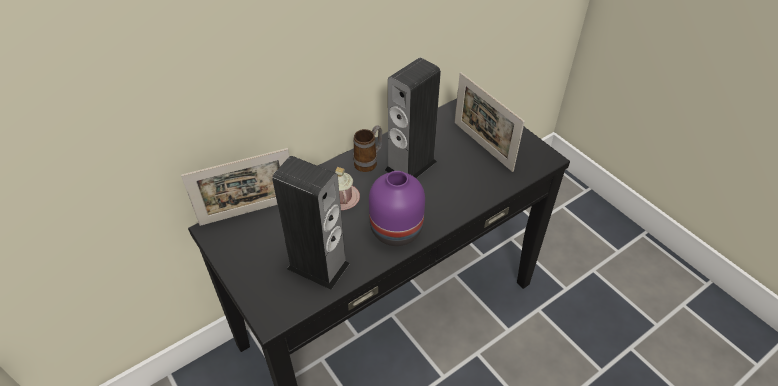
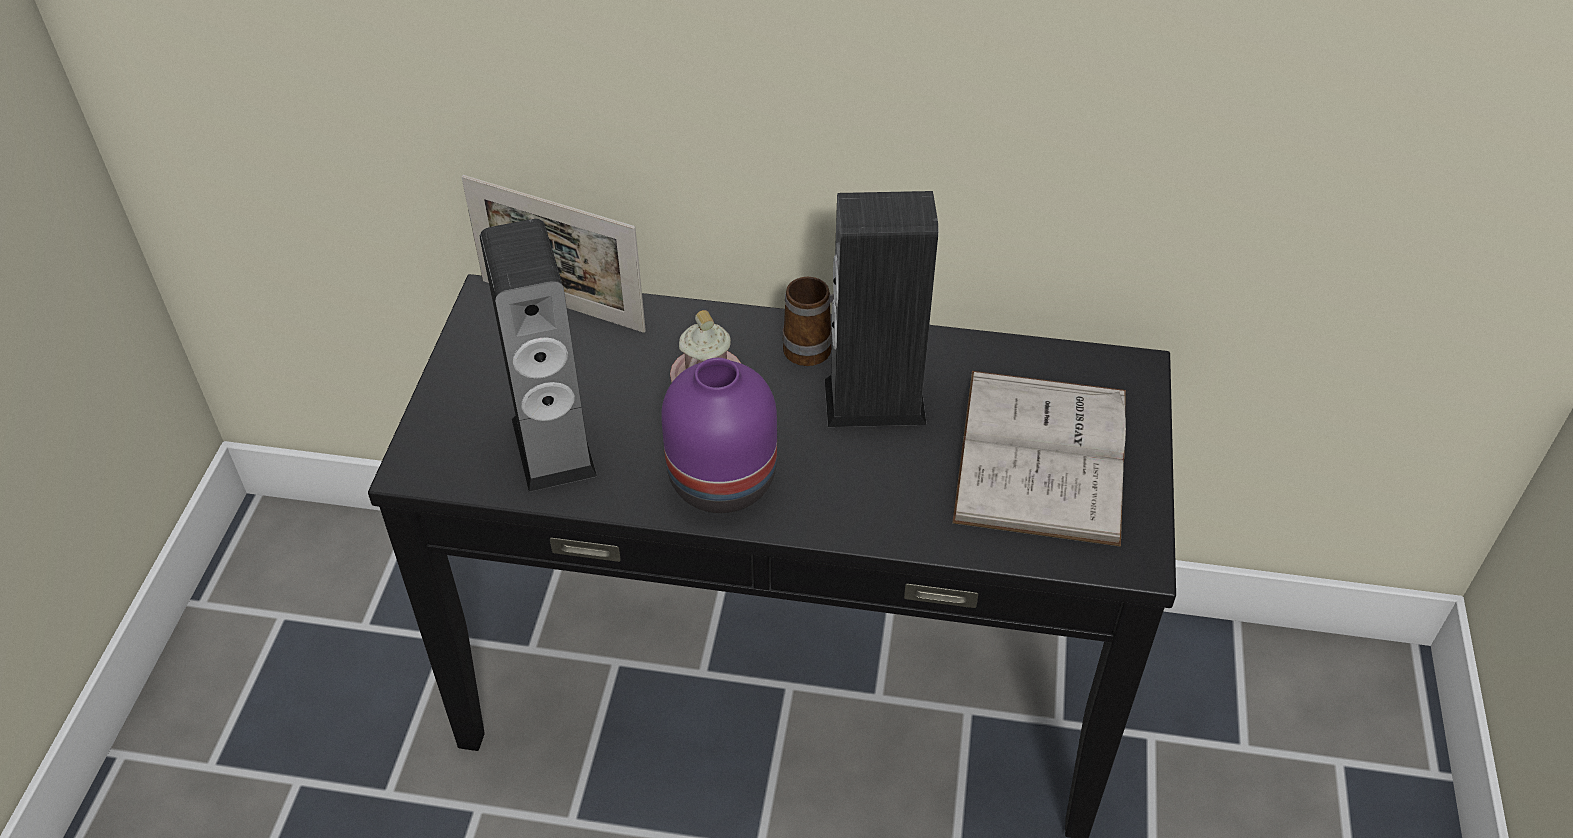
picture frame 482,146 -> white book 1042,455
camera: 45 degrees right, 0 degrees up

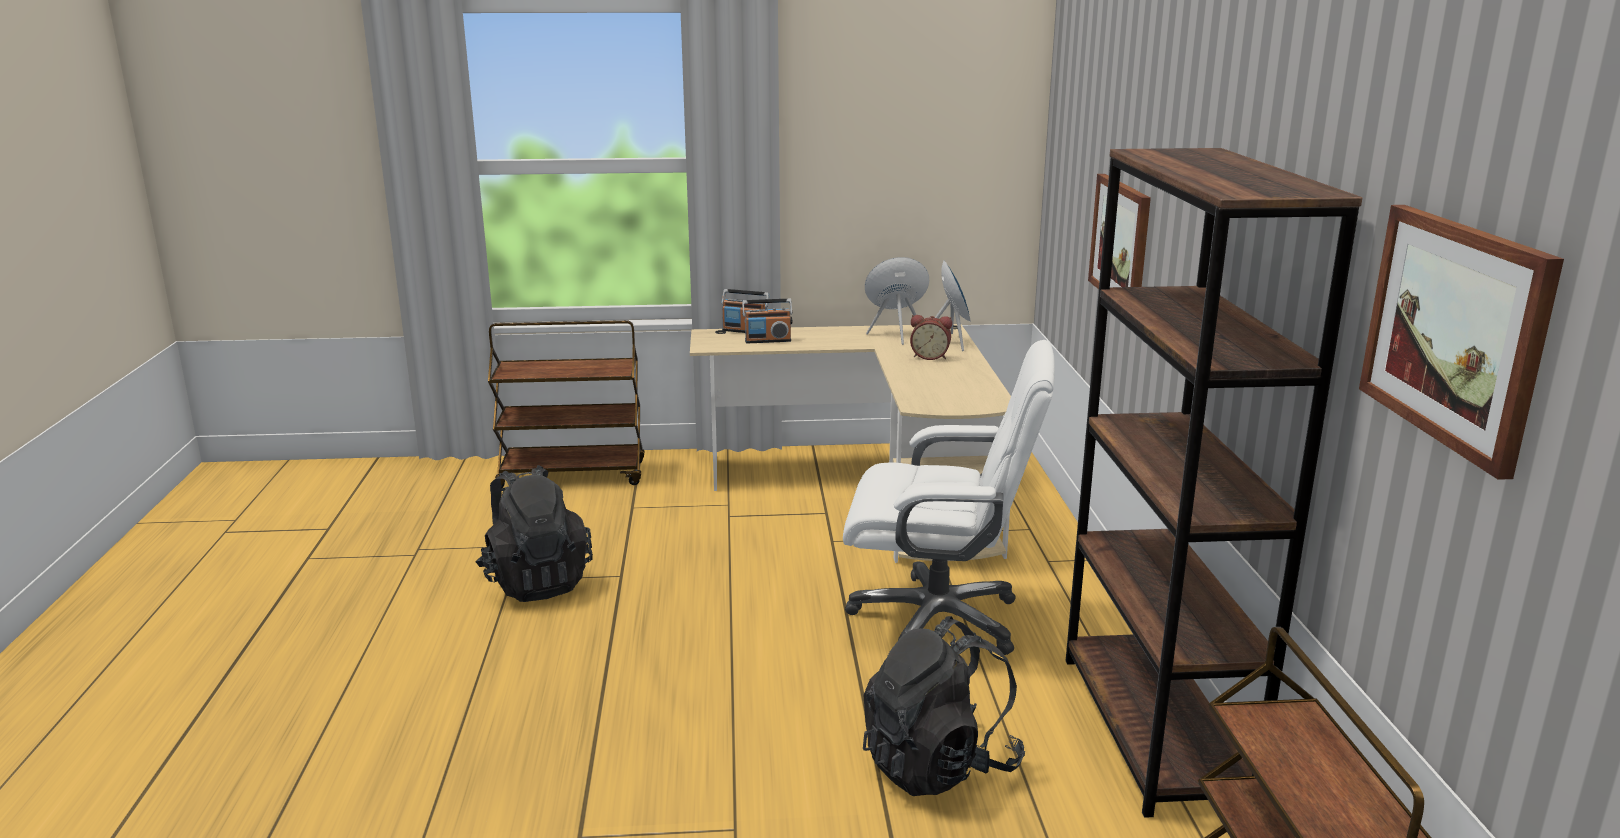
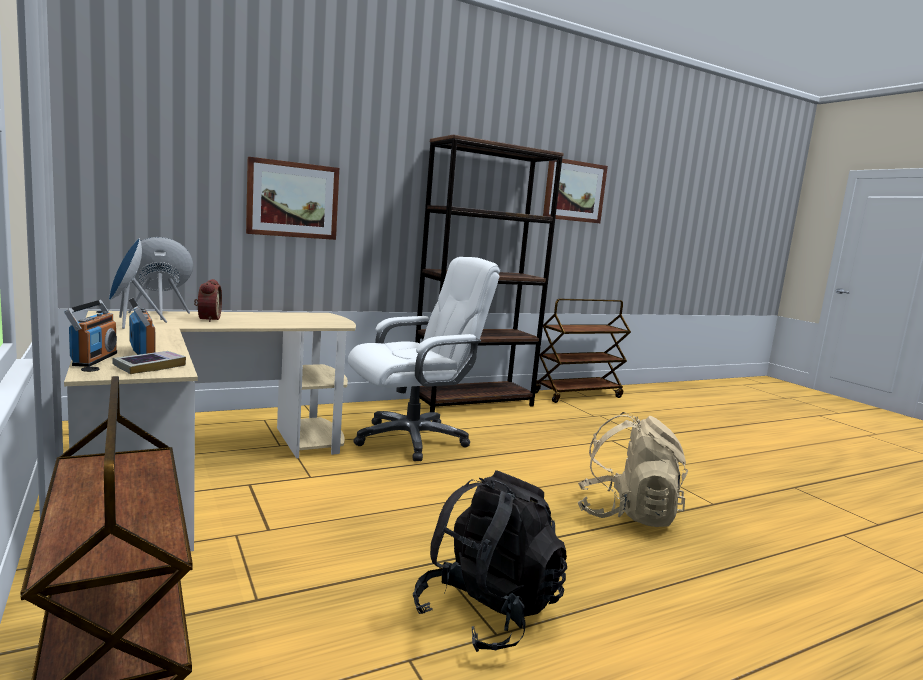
black backpack 939,765 -> none
none -> book 149,366
none -> beige backpack 626,514
white office chair 939,620 -> white office chair 412,439, 75 degrees clockwise
camera: 115 degrees left, 10 degrees down

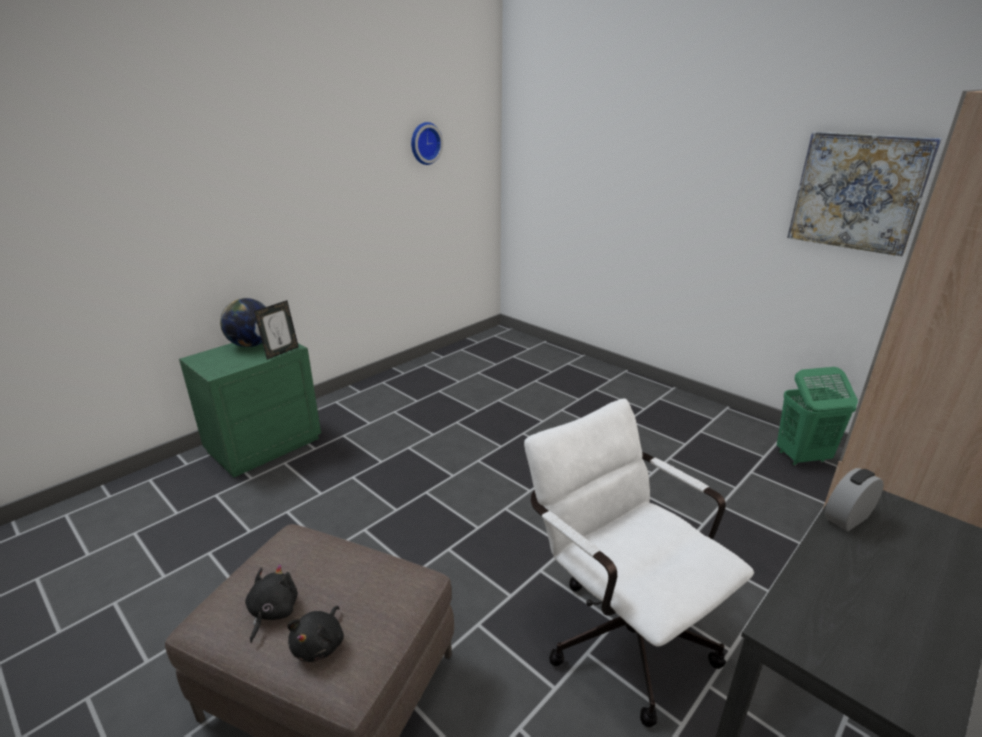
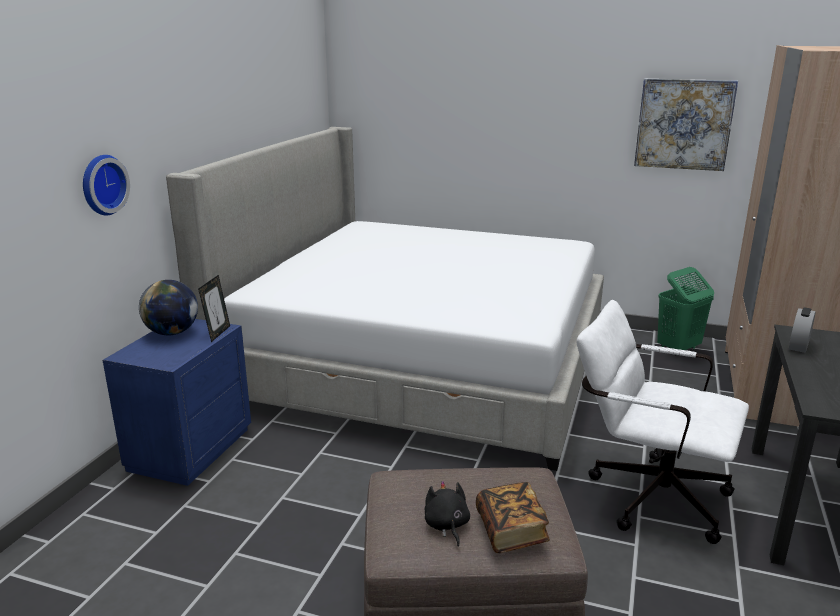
none -> bed 420,361
wall clock 424,143 -> wall clock 101,184, relocated
black plush toy 320,644 -> book 511,531
green nightstand 263,444 -> blue nightstand 189,449
camera: 25 degrees left, 5 degrees down

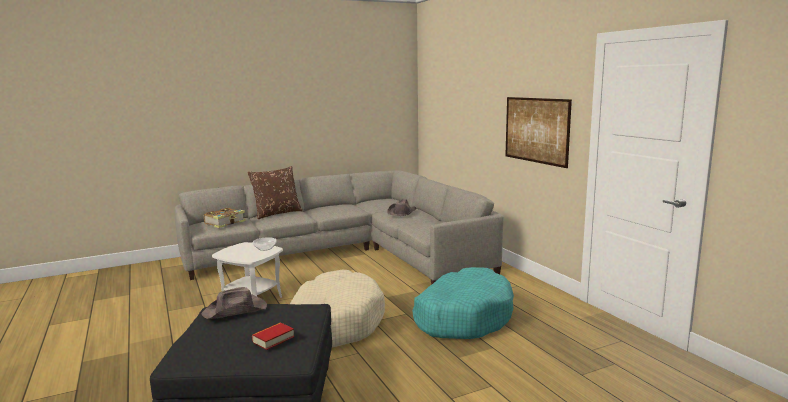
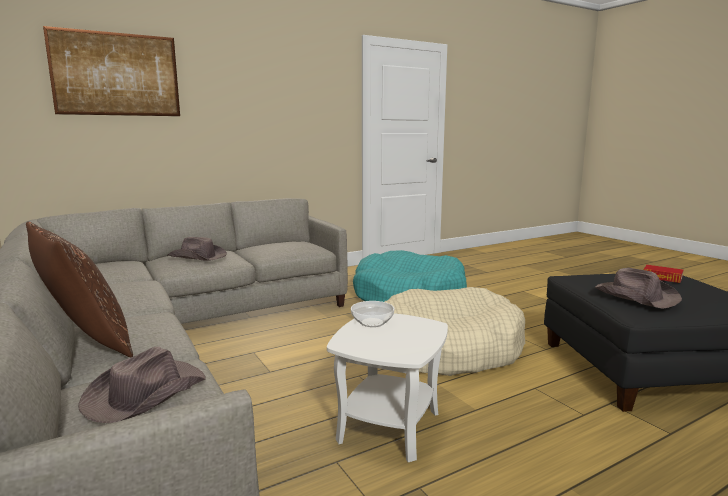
picture 536,130 -> picture 116,74, relocated
book 225,223 -> brown hat 144,394
camera: 95 degrees left, 0 degrees up

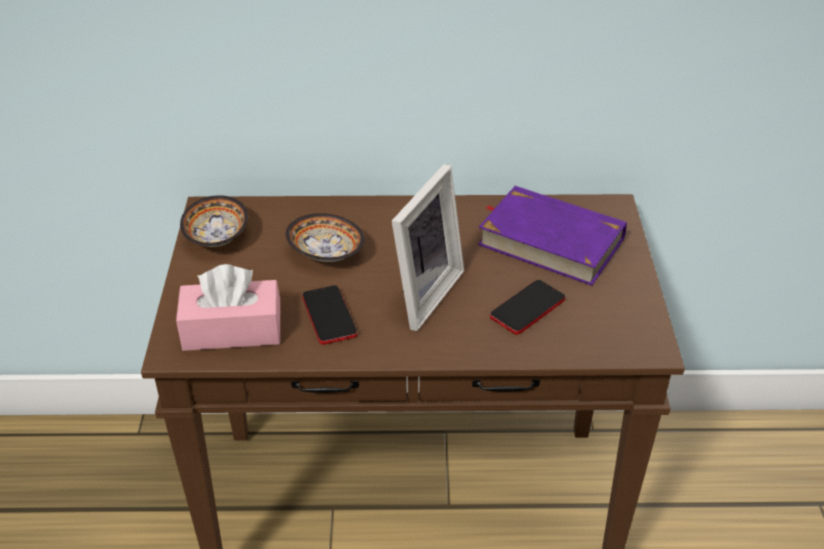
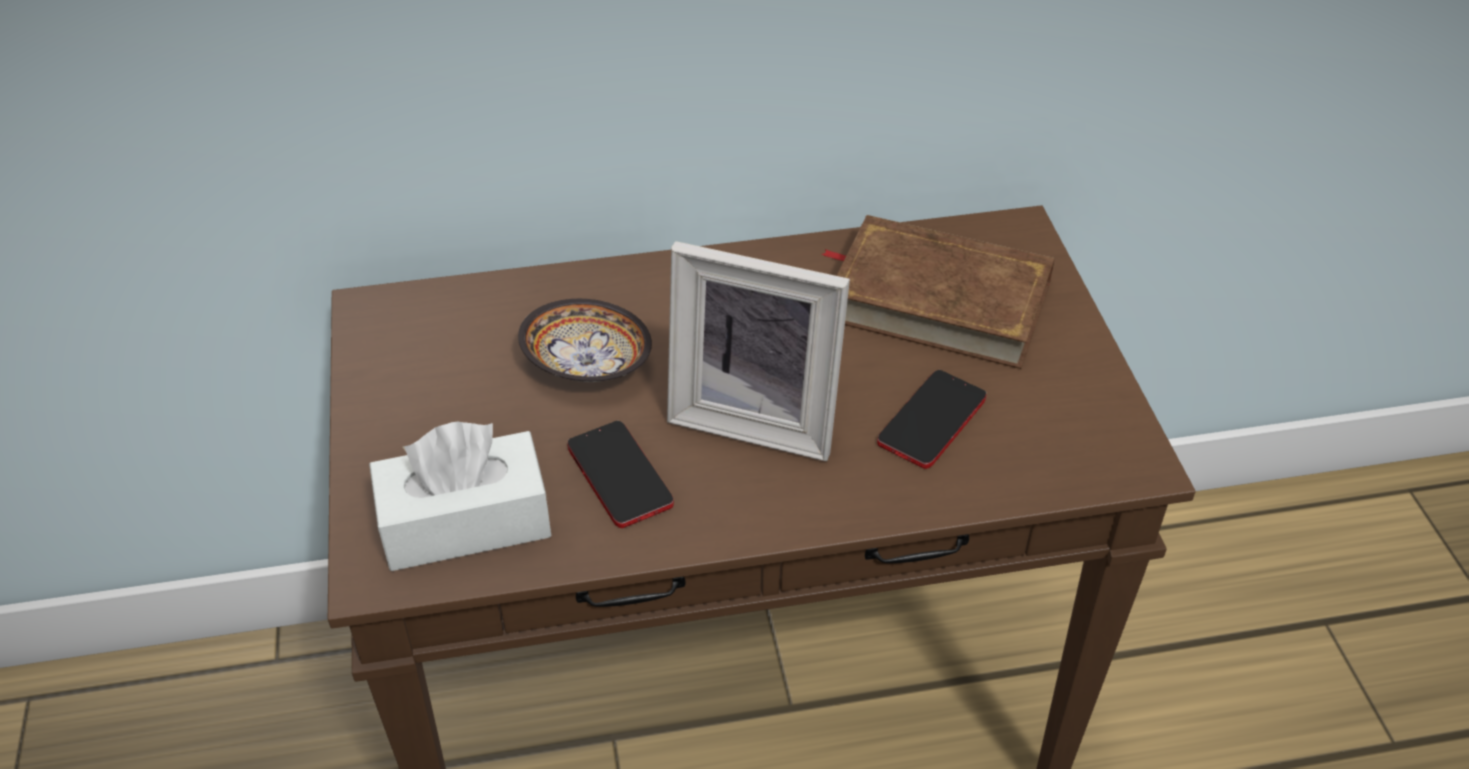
bowl 218,236 -> none
pink tissue box 232,330 -> white tissue box 465,522
purple book 550,241 -> brown book 938,300
picture frame 420,293 -> picture frame 757,417, 90 degrees clockwise
camera: 10 degrees left, 5 degrees up

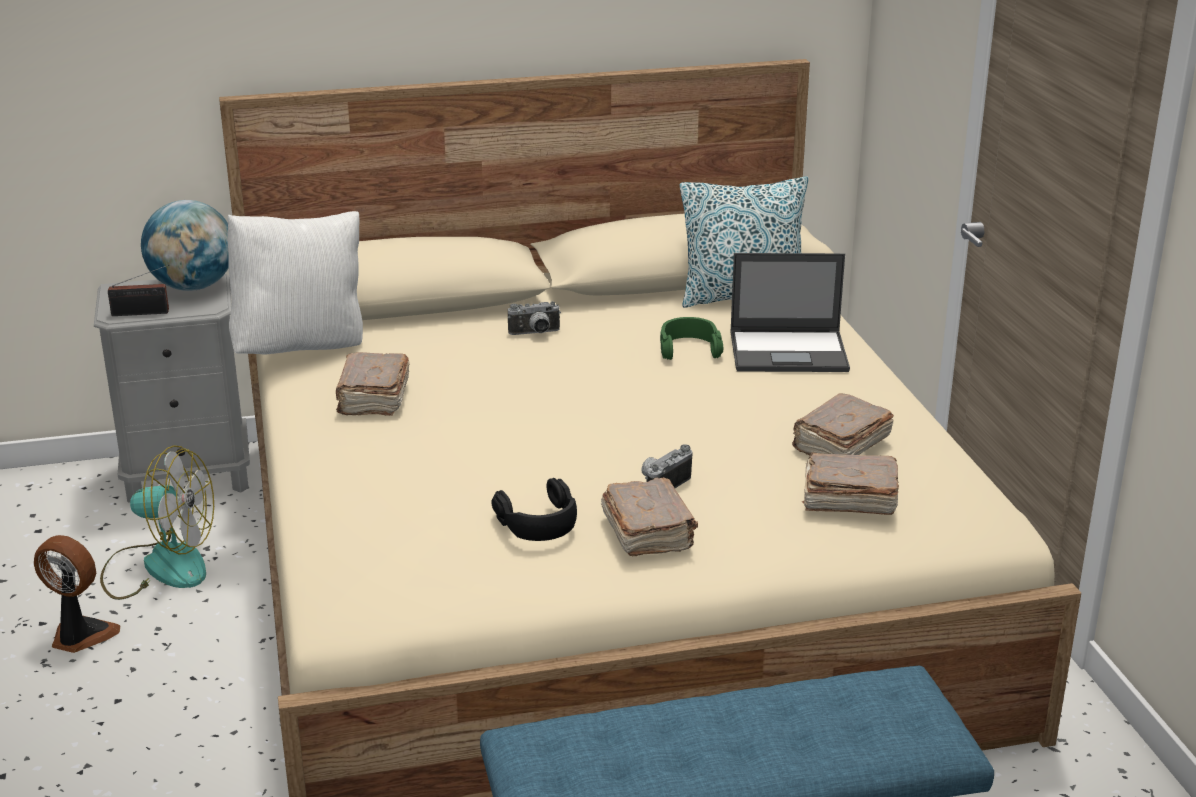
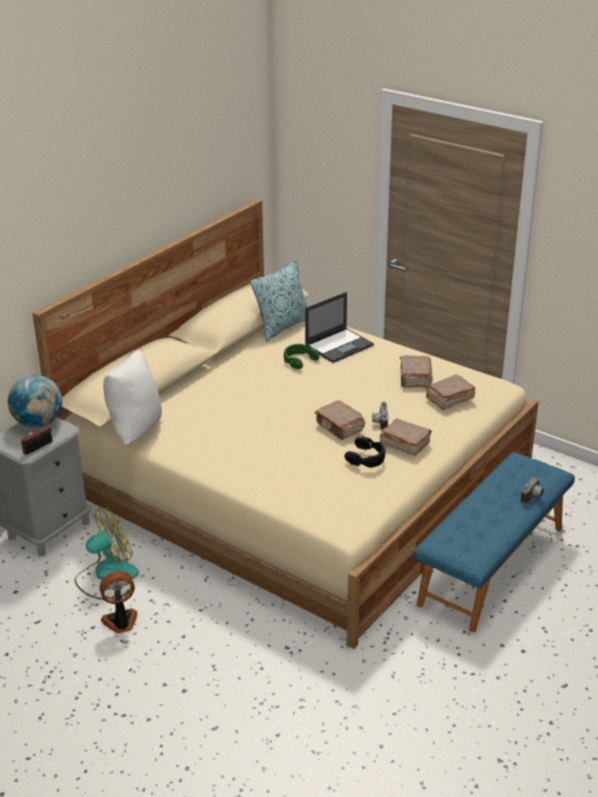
brown book 373,399 -> brown book 340,427, relocated
photo camera 535,334 -> photo camera 533,497, relocated
camera: 40 degrees left, 5 degrees up

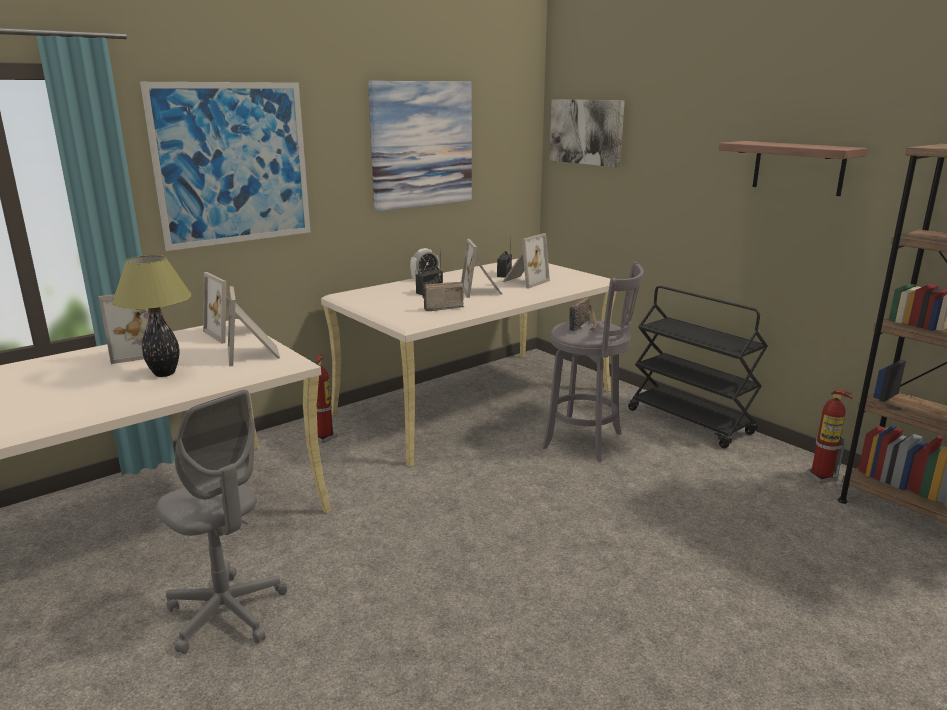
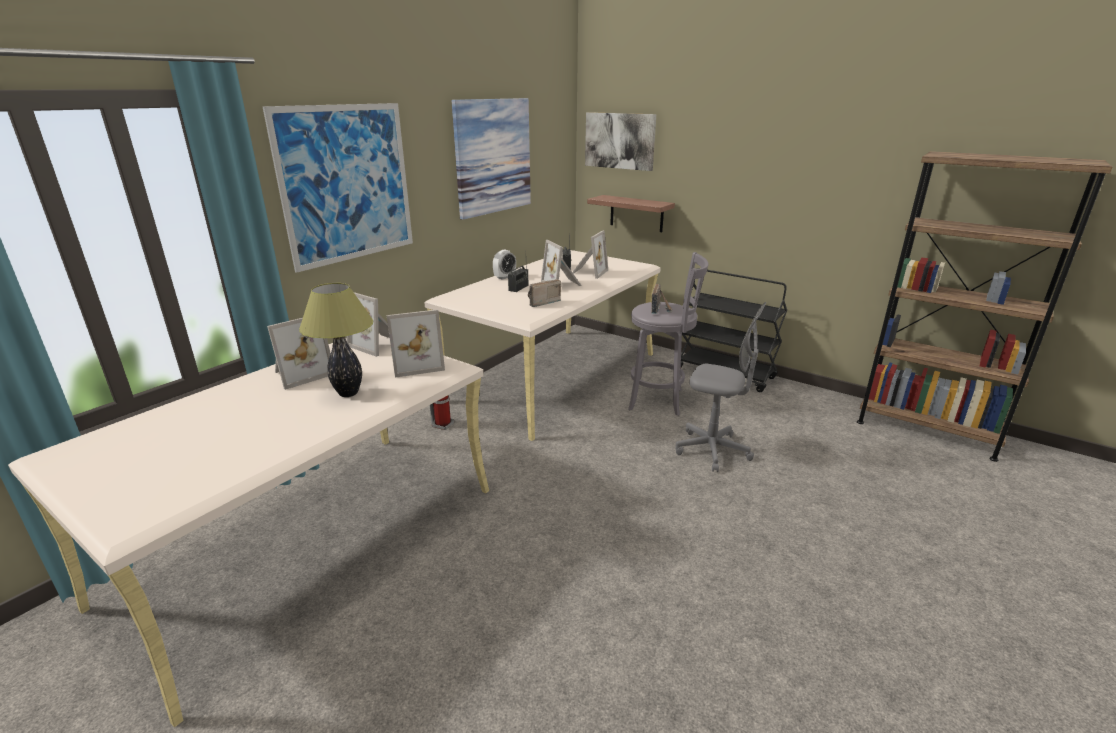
fire extinguisher 821,477 -> none
grey office chair 226,613 -> grey office chair 712,450, relocated
shelf 798,167 -> shelf 636,213, relocated
picture frame 254,354 -> picture frame 417,364, 75 degrees counterclockwise
camera: 15 degrees left, 5 degrees up

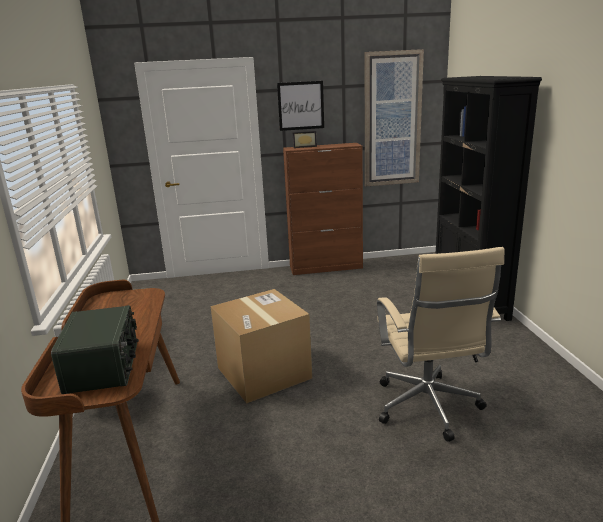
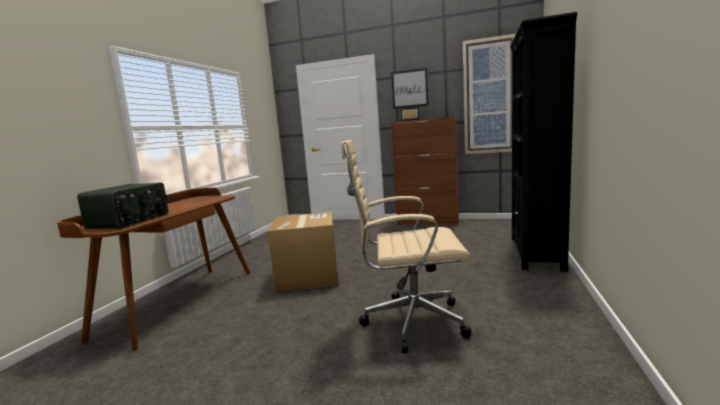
beige office chair 428,409 -> beige office chair 409,322, 75 degrees clockwise
camera: 25 degrees right, 10 degrees down

